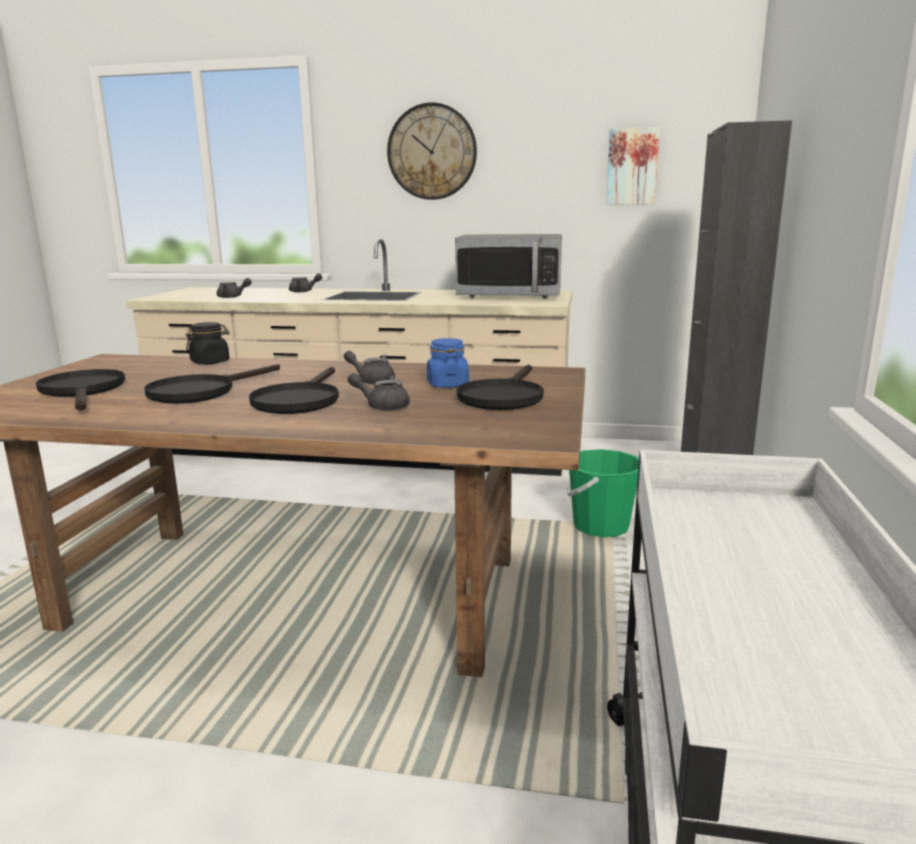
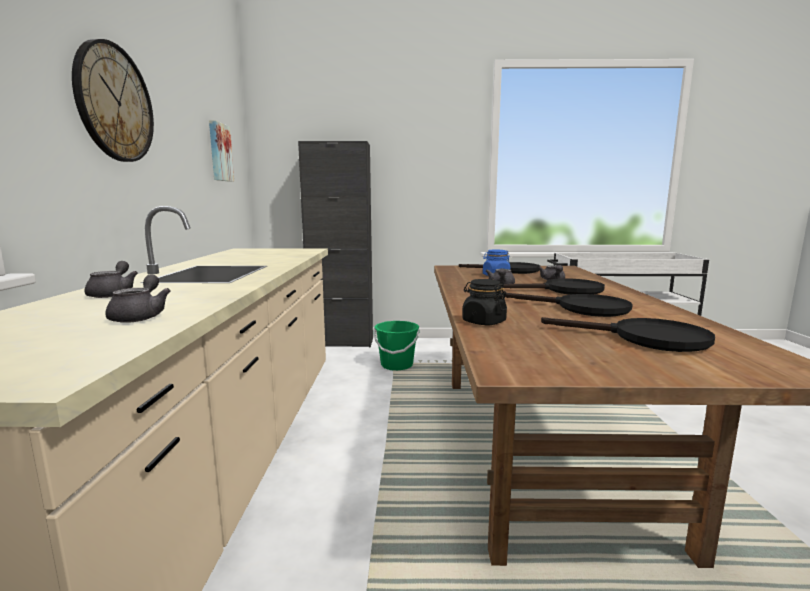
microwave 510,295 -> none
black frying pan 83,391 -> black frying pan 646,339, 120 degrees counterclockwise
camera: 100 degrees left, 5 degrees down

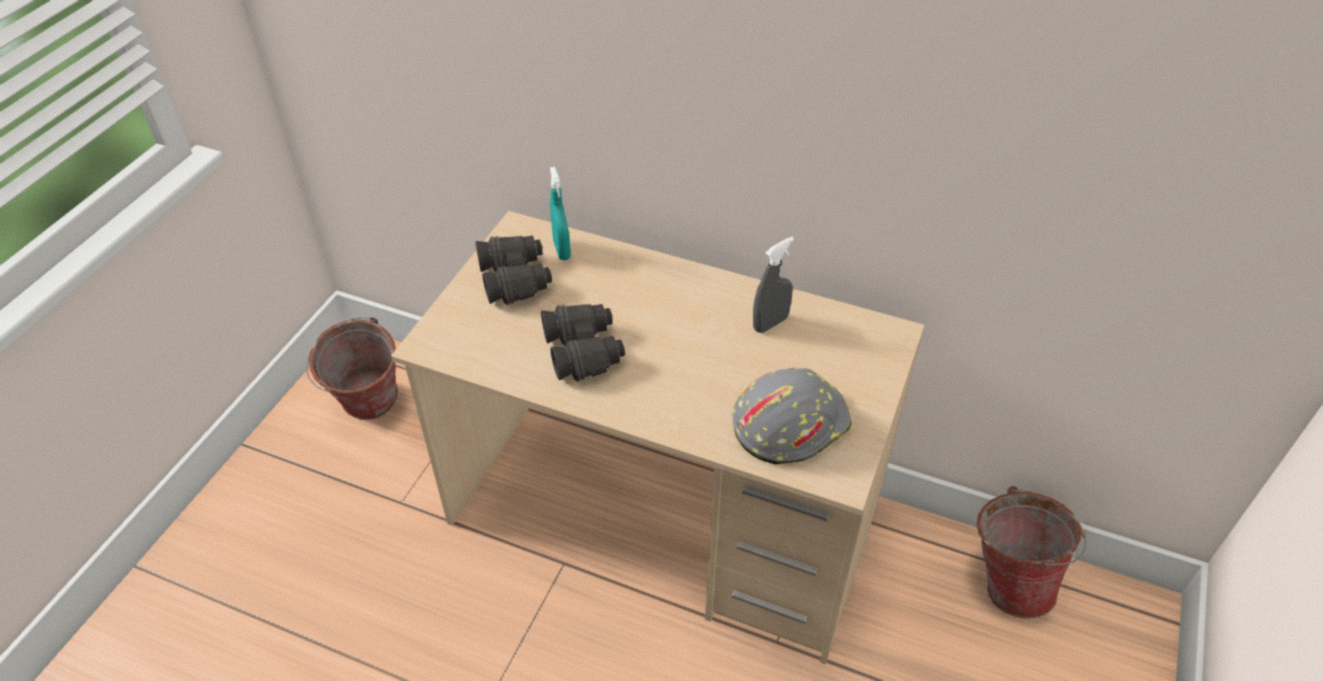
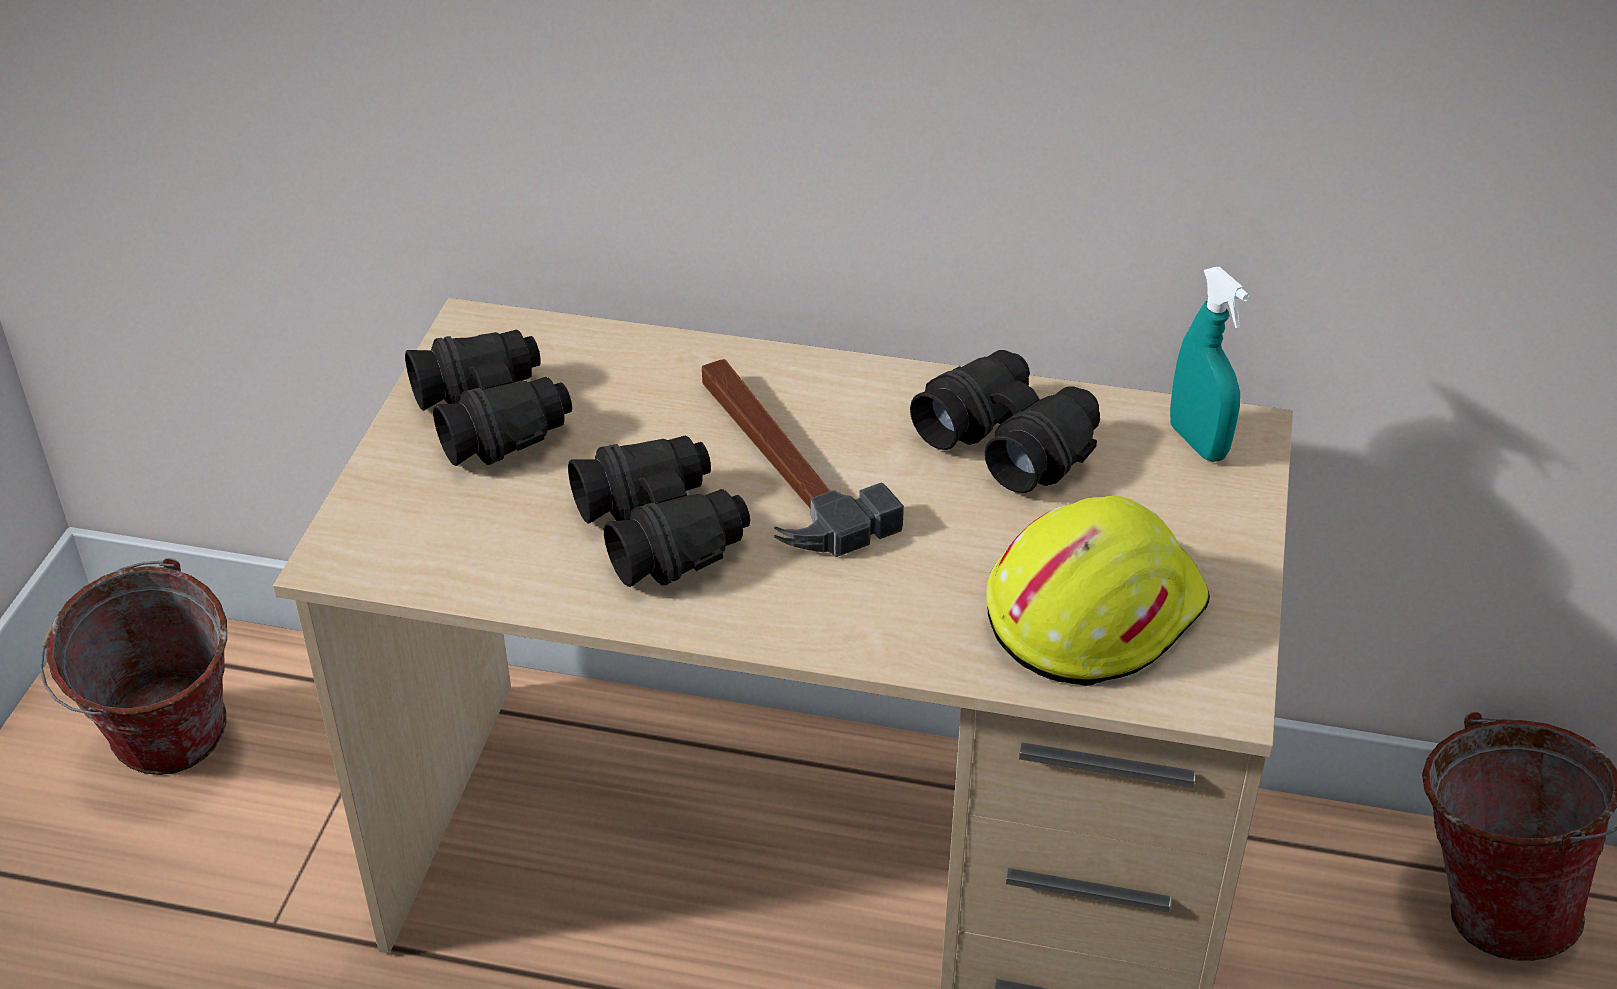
none -> hammer 778,463
turquoise spray bottle 562,250 -> turquoise spray bottle 1198,442, relocated
grey spray bottle 770,323 -> black binoculars 1008,440
grey hard hat 789,422 -> yellow hard hat 1091,609
camera: 10 degrees left, 5 degrees down

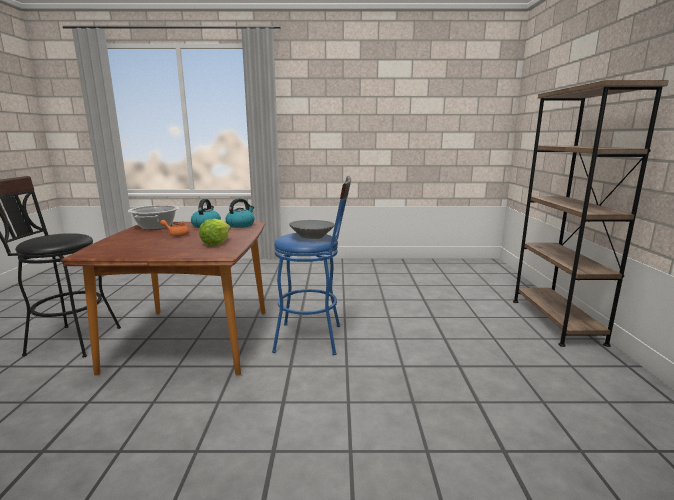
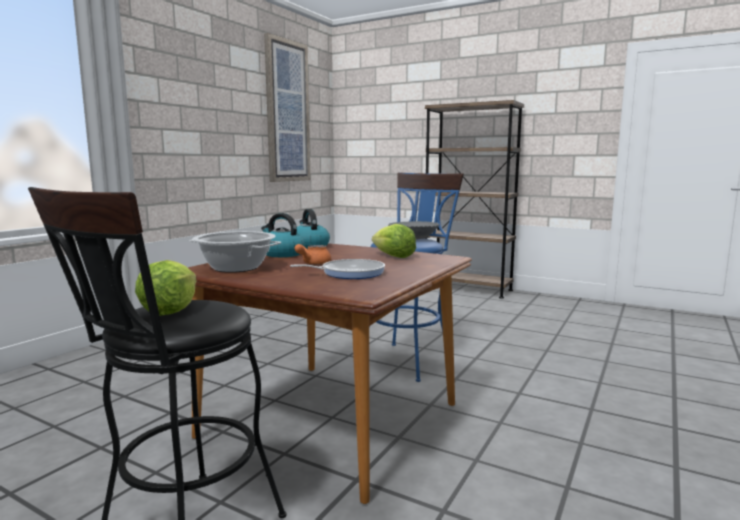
none -> lettuce 171,310
none -> picture 287,112
none -> frying pan 349,273
camera: 60 degrees left, 5 degrees down

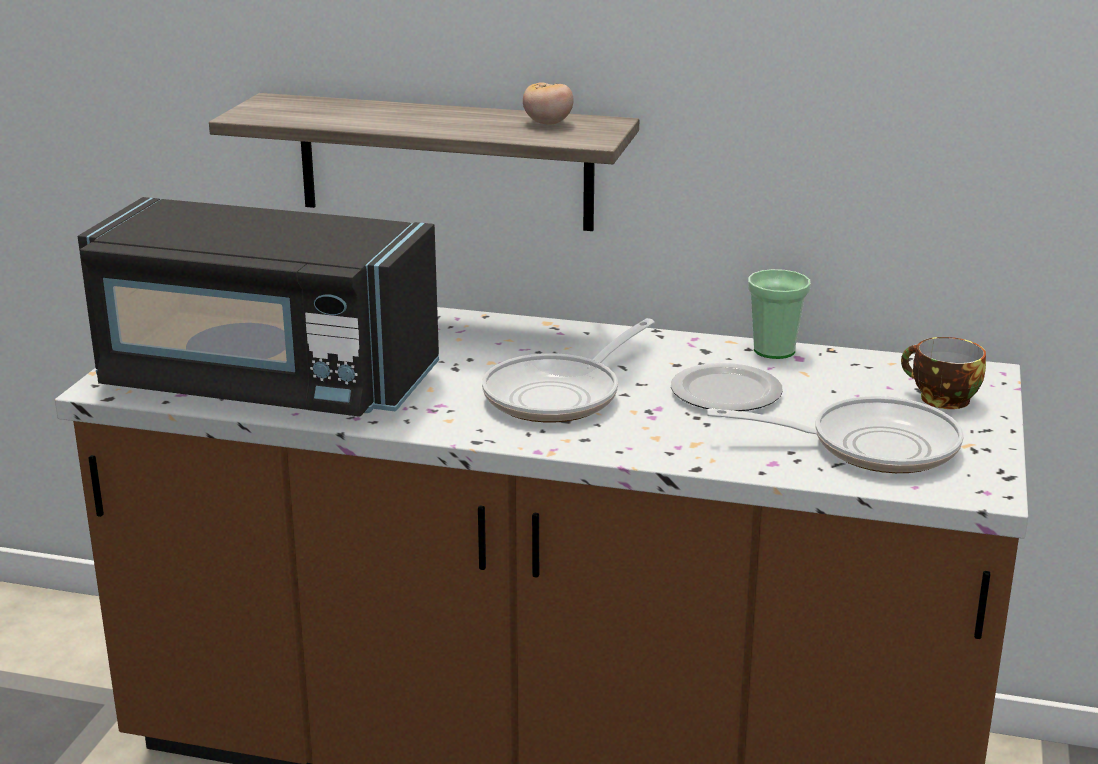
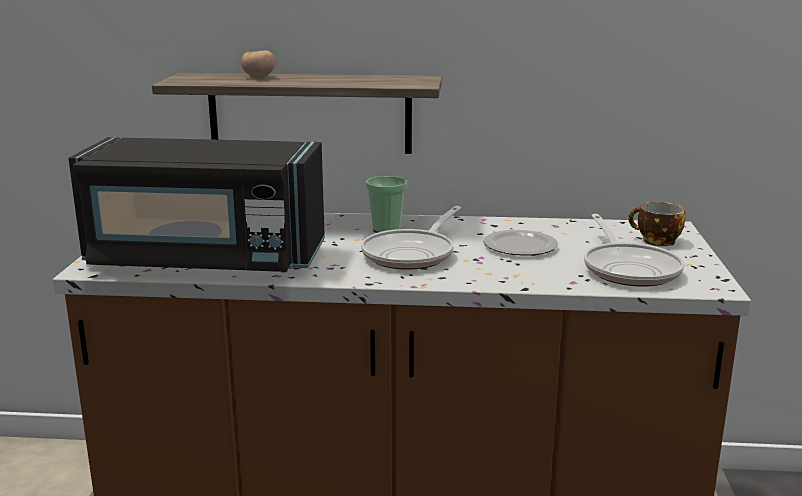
tomato 548,123 -> tomato 259,77, relocated
cup 774,350 -> cup 386,229, relocated
frying pan 870,446 -> frying pan 629,269, 90 degrees clockwise
camera: 10 degrees left, 5 degrees down

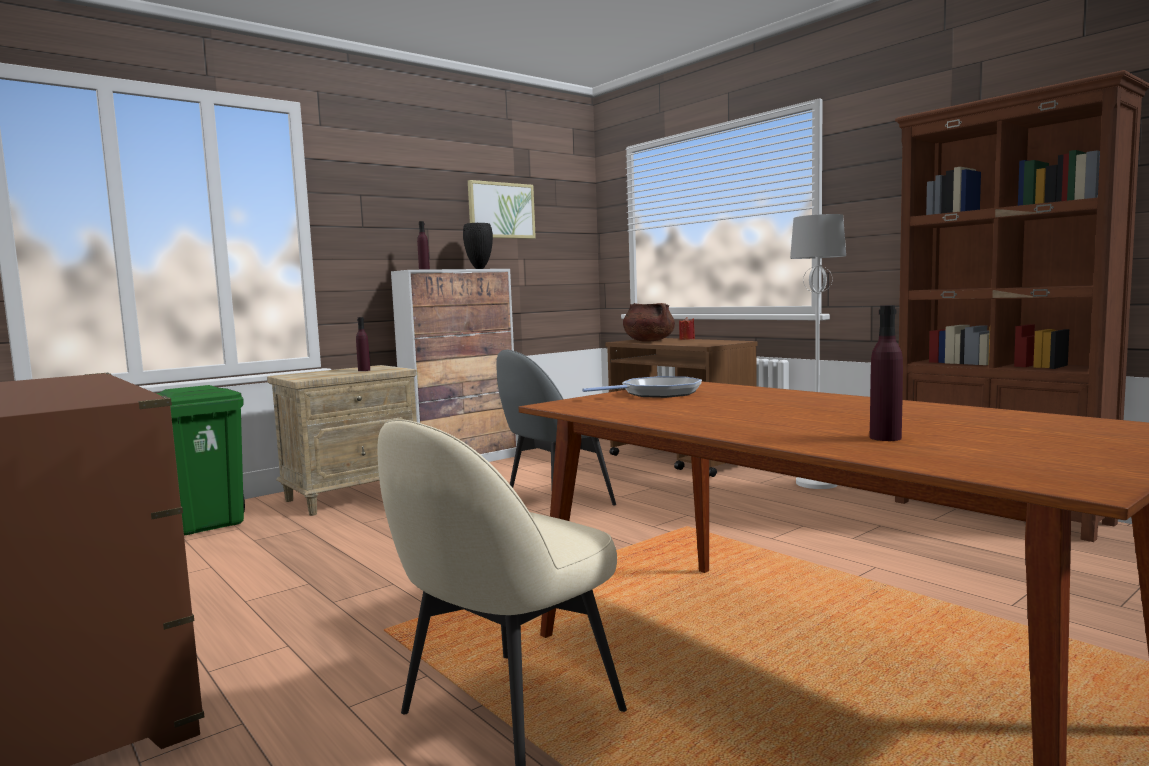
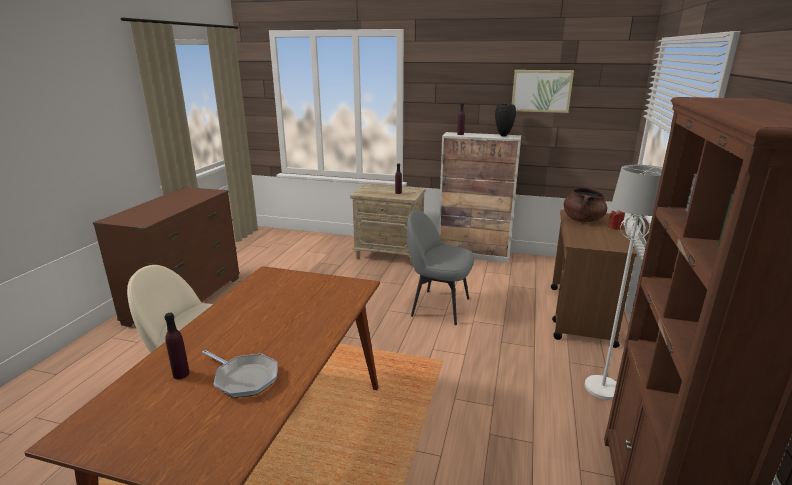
green trash can 207,524 -> none
frying pan 656,393 -> frying pan 244,378, relocated
camera: 55 degrees right, 15 degrees up

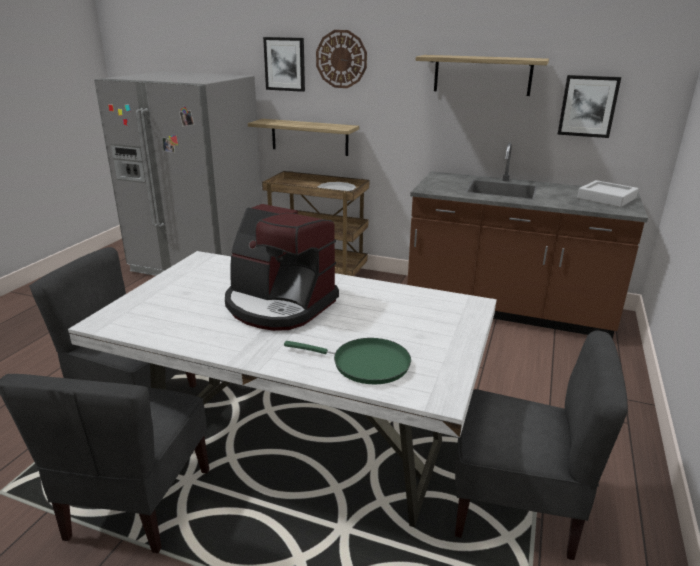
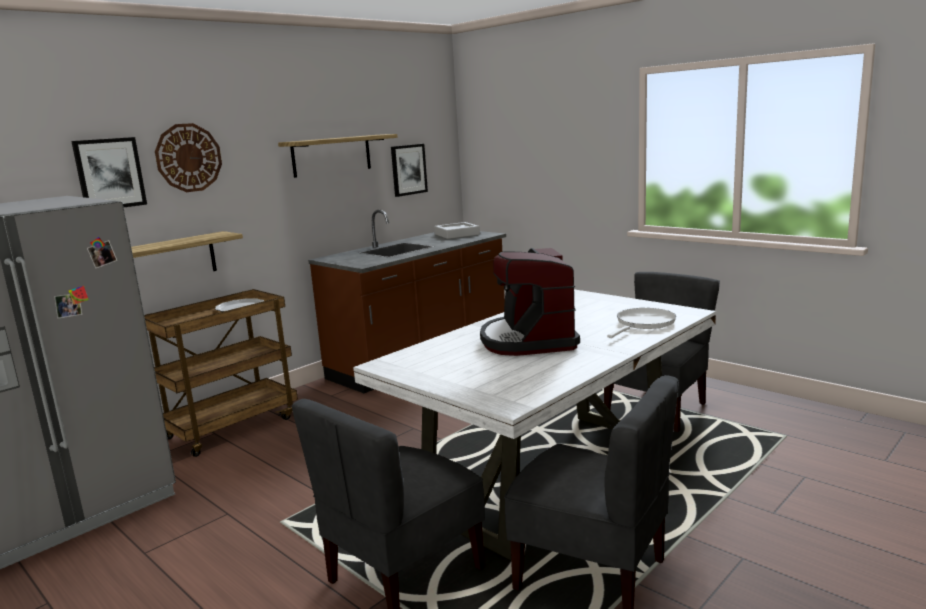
green frying pan 365,364 -> white frying pan 643,323
coffee machine 279,305 -> coffee machine 528,340, 120 degrees clockwise
camera: 65 degrees left, 10 degrees down

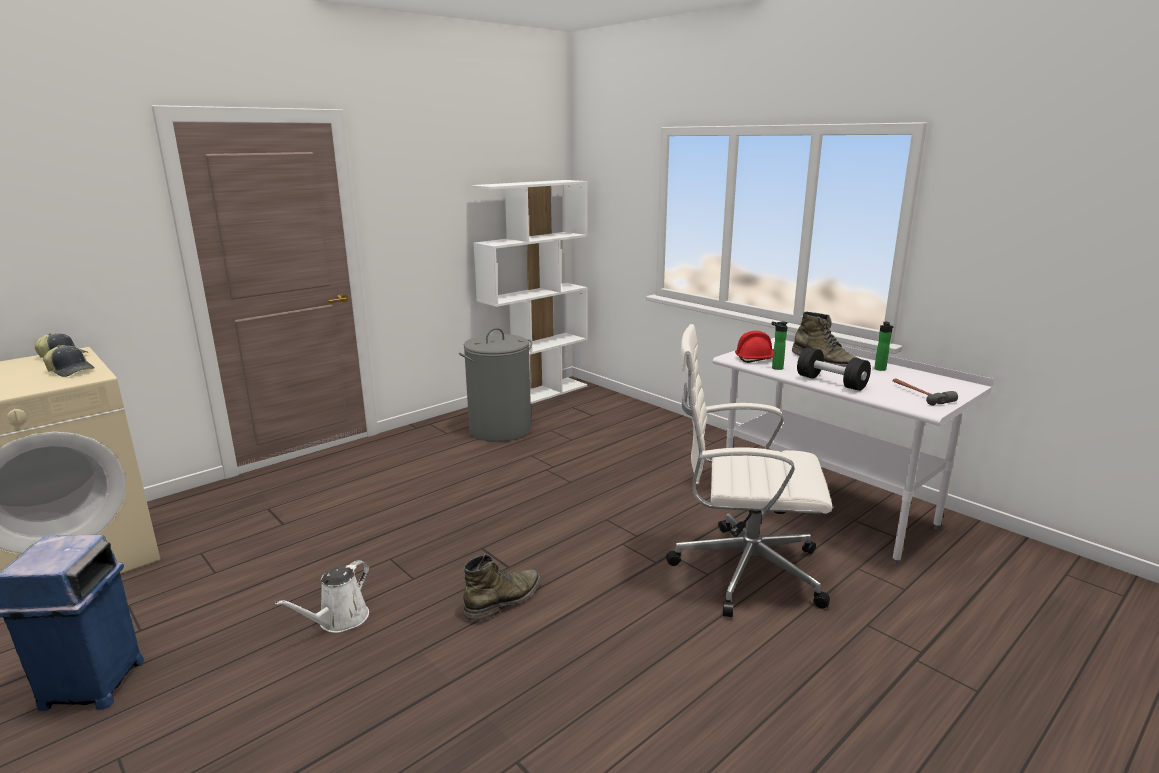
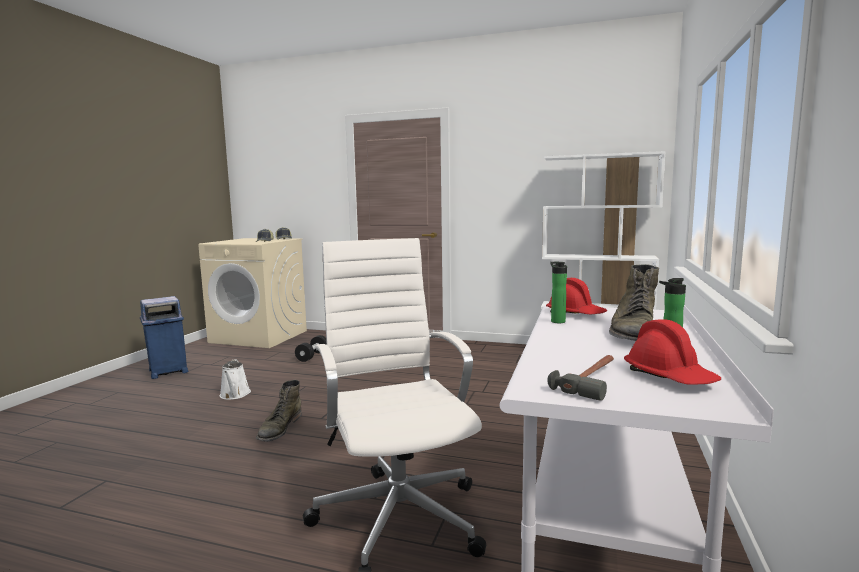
grey laundry basket 500,429 -> none
none -> red hard hat 669,377
black dumbbell 831,382 -> black dumbbell 312,356, relocated
white watering can 339,620 -> white watering can 235,395, 105 degrees counterclockwise
green boot 504,600 -> green boot 279,428, 90 degrees clockwise
camera: 60 degrees right, 10 degrees down

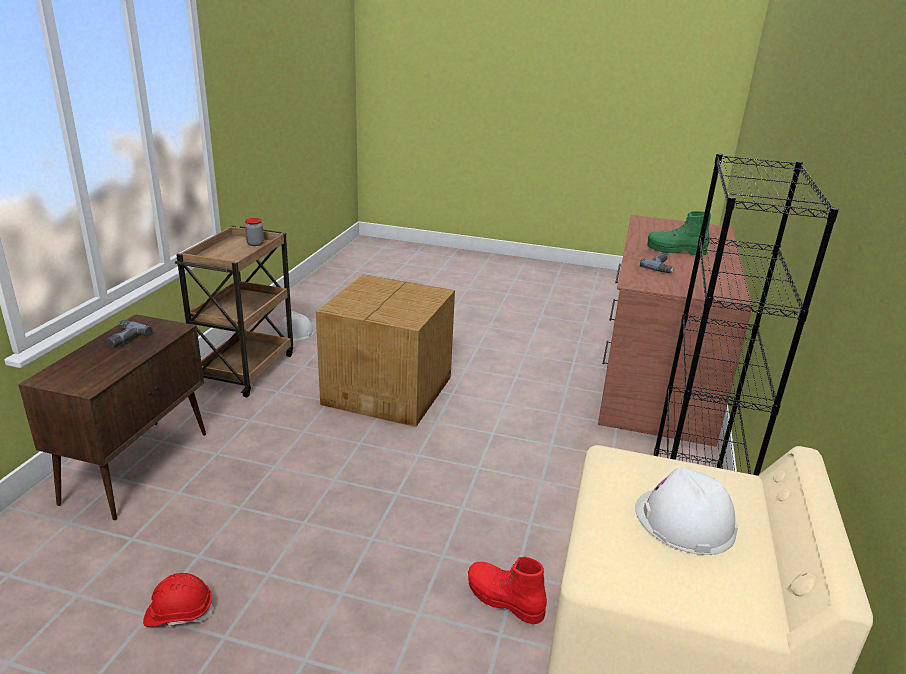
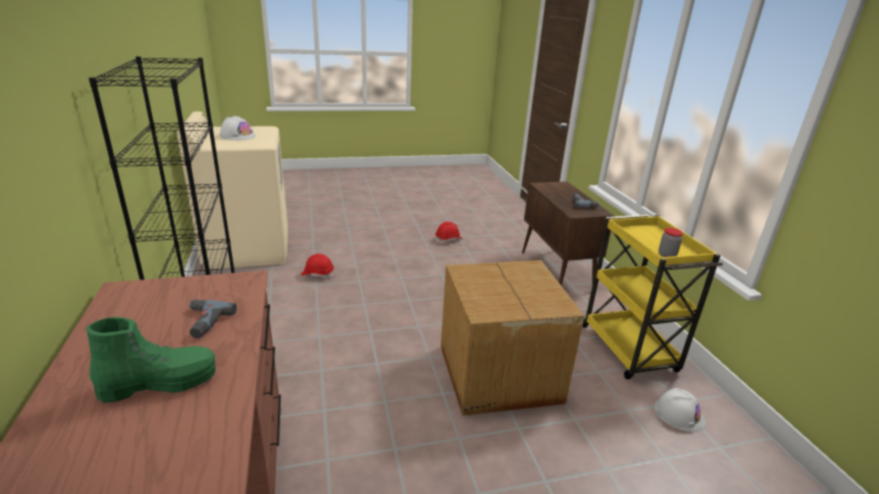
red boot 504,599 -> red hard hat 318,274
brown cart 246,368 -> yellow cart 629,350
camera: 150 degrees right, 0 degrees up

